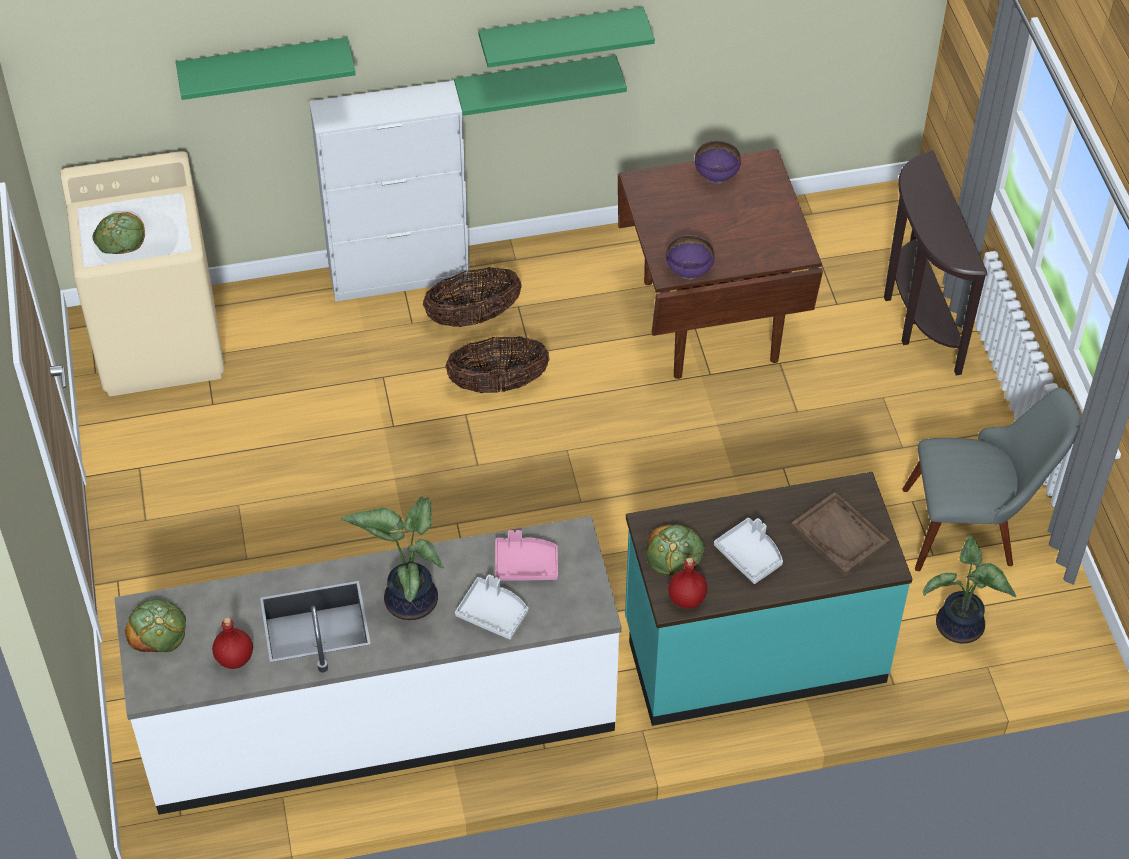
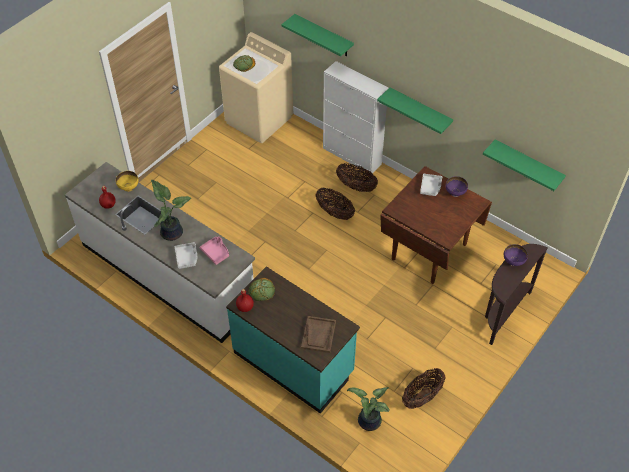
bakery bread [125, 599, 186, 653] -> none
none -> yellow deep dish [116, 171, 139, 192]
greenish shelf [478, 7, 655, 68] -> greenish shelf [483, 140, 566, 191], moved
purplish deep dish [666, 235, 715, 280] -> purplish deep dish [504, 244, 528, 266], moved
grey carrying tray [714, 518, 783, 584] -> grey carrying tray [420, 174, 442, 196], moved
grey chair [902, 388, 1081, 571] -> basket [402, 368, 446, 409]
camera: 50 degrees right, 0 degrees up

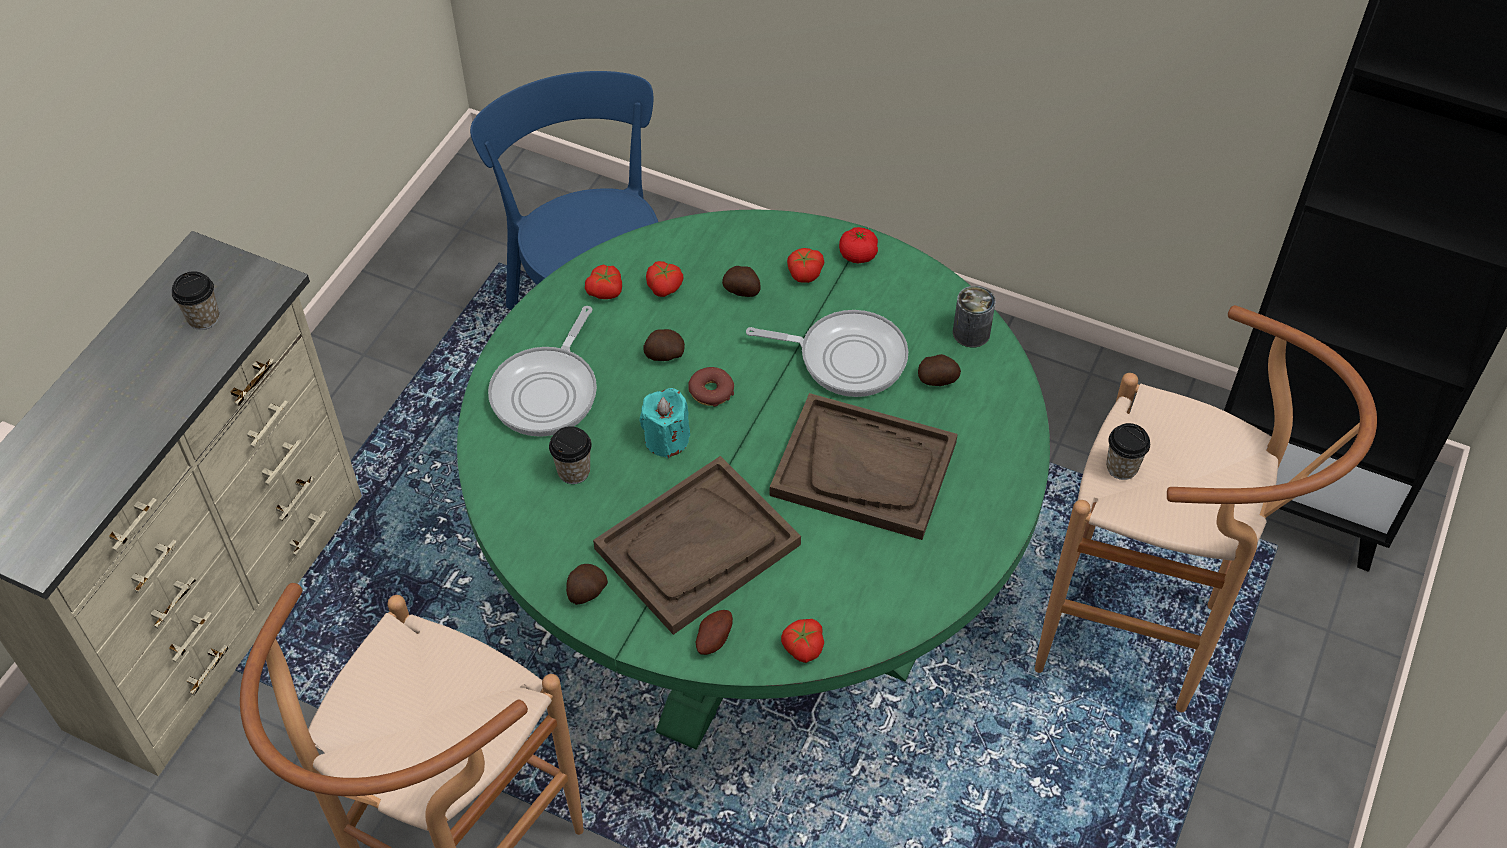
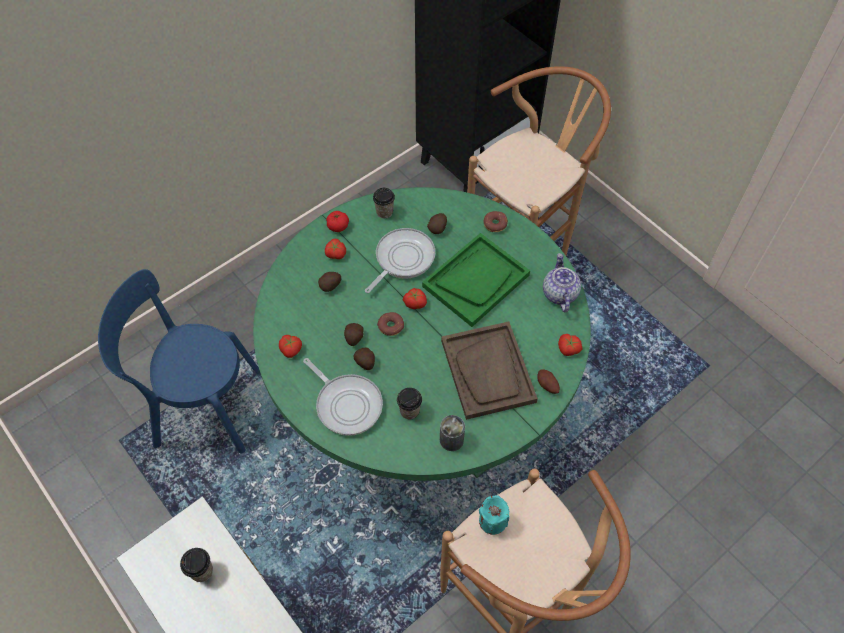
none -> donut [483, 211, 508, 232]
none -> teapot [543, 253, 581, 312]
whole potato [566, 564, 608, 605] -> whole potato [353, 347, 375, 370], moved
turquoise wax light [640, 388, 690, 458] -> turquoise wax light [479, 495, 509, 535], moved
fresh tomato [646, 261, 683, 297] -> fresh tomato [403, 288, 427, 309], moved
metal can [953, 286, 996, 348] -> metal can [440, 415, 465, 451], moved
small cup [1106, 423, 1150, 480] -> small cup [373, 188, 395, 218], moved
brownish carrying tray [770, 393, 958, 540] -> greenish carrying tray [422, 233, 530, 327]
camera: 65 degrees left, 5 degrees up

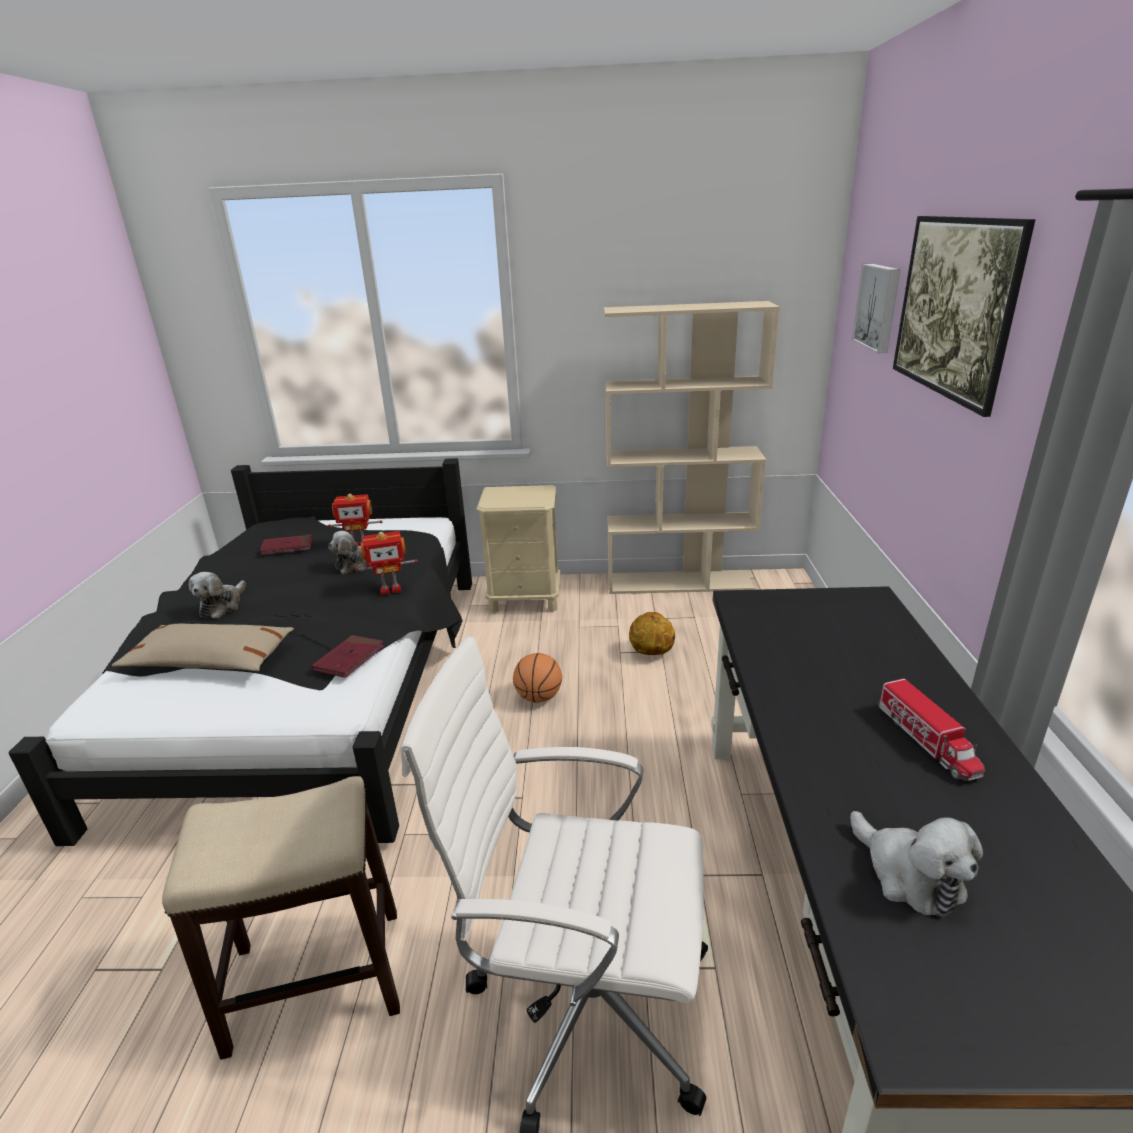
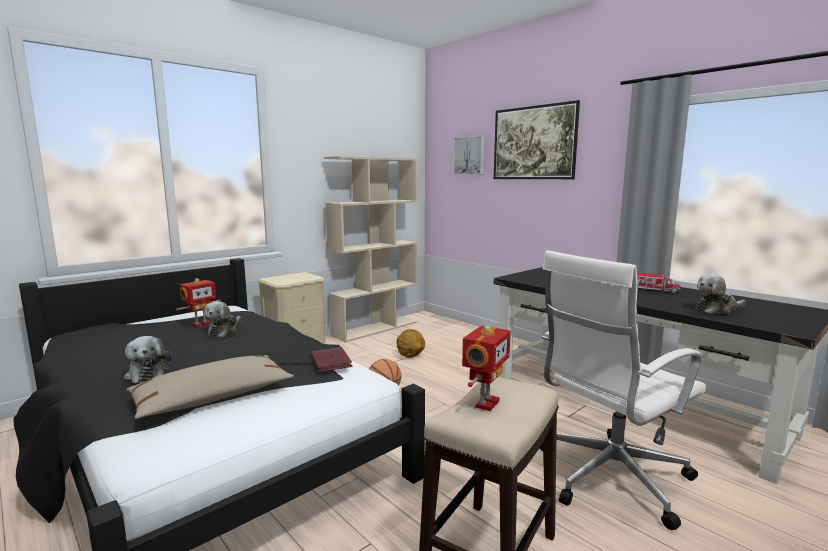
reddish book [260, 534, 312, 555] -> none
robot figure [355, 531, 418, 595] -> robot figure [462, 326, 511, 411], moved
soft toy [850, 811, 983, 918] -> soft toy [696, 274, 746, 314], 150 degrees clockwise
camera: 45 degrees left, 15 degrees down

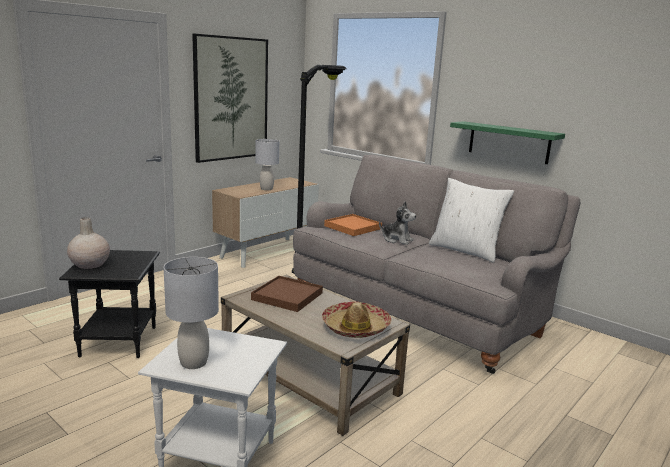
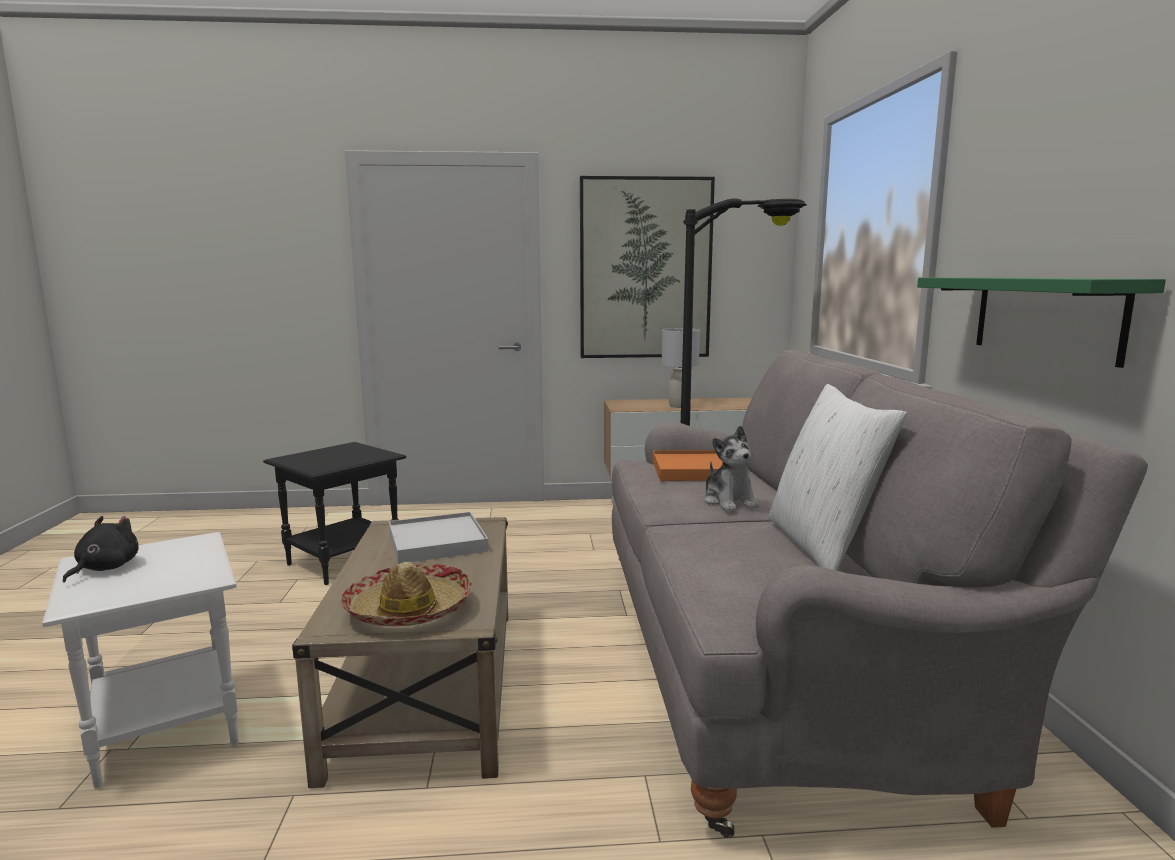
sand-coloured flower vase [67, 217, 110, 269] -> none
grey lamp for a table [164, 257, 219, 369] -> black soft toy [63, 516, 138, 583]
brownish carrying tray [251, 276, 323, 312] -> white-coloured carrying tray [389, 512, 489, 564]
camera: 45 degrees right, 5 degrees down

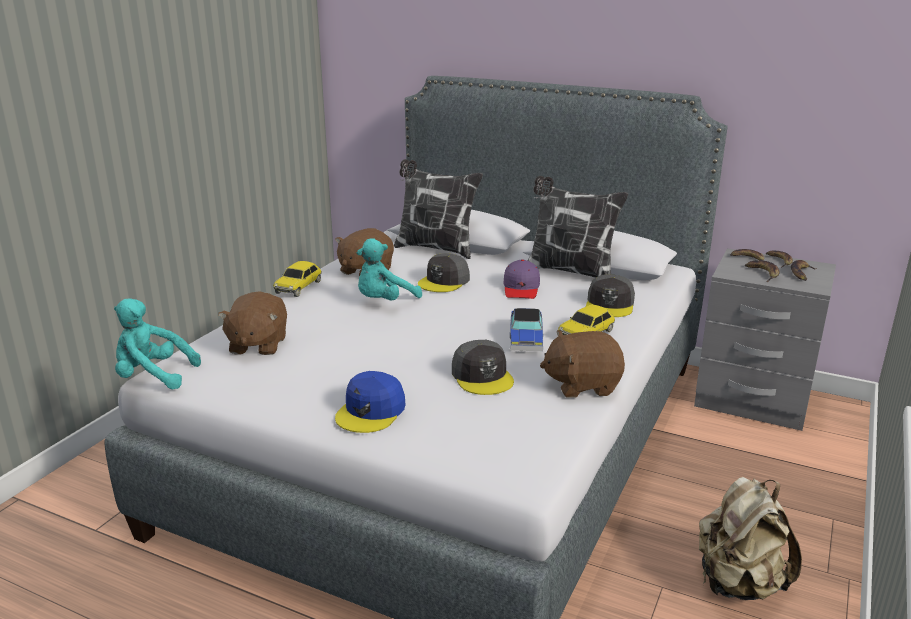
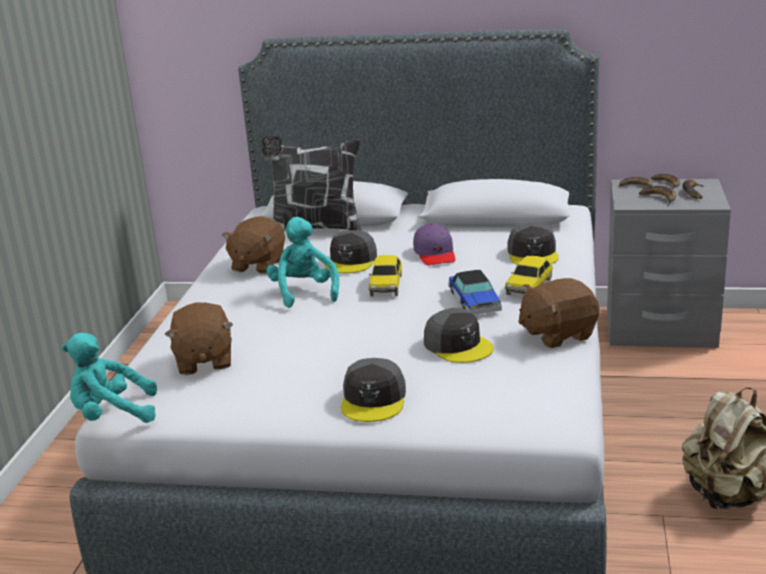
pillow [528, 176, 628, 278] -> none
miniature car [273, 261, 322, 297] -> miniature car [369, 255, 402, 296], moved
blue-coloured peaked cap [335, 371, 406, 433] -> grey peaked cap [341, 358, 406, 422]
turquoise soft toy [357, 238, 422, 300] -> turquoise soft toy [266, 217, 339, 308], 135 degrees clockwise
camera: 15 degrees left, 0 degrees up

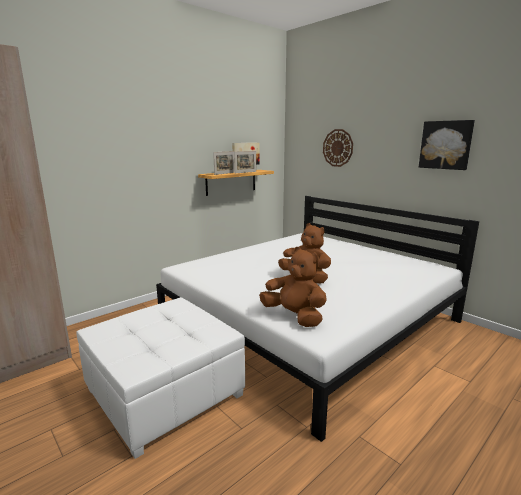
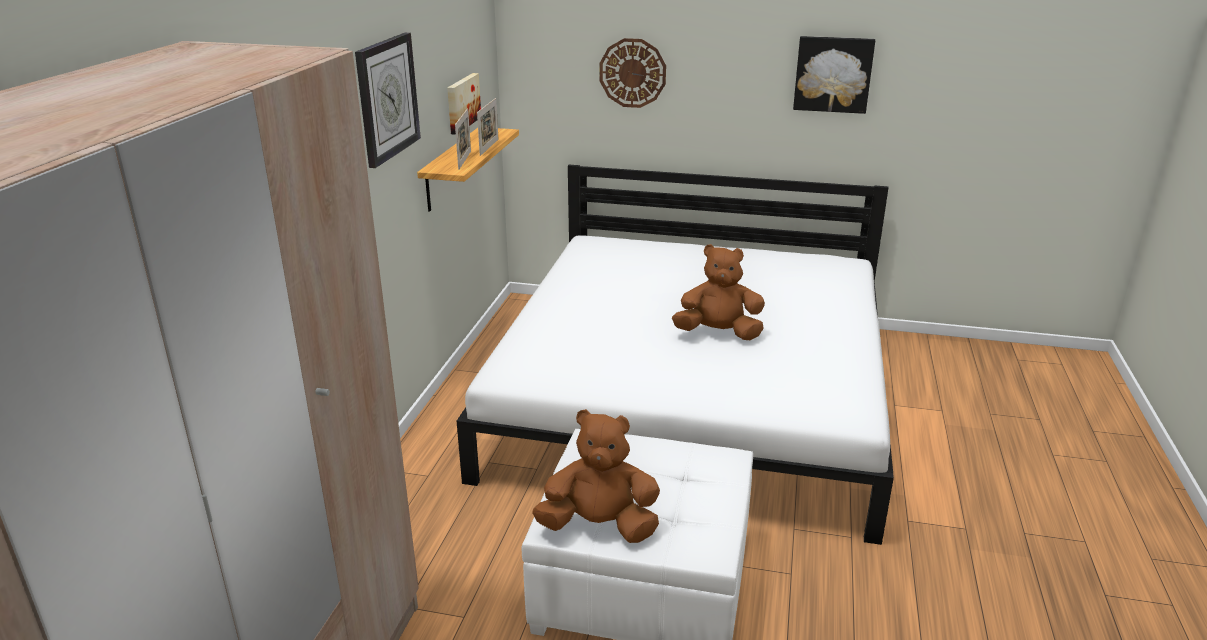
none -> hanging clock [355, 33, 421, 168]
brownish soft toy [259, 247, 327, 327] -> brownish soft toy [532, 409, 660, 543], moved
camera: 35 degrees left, 10 degrees up

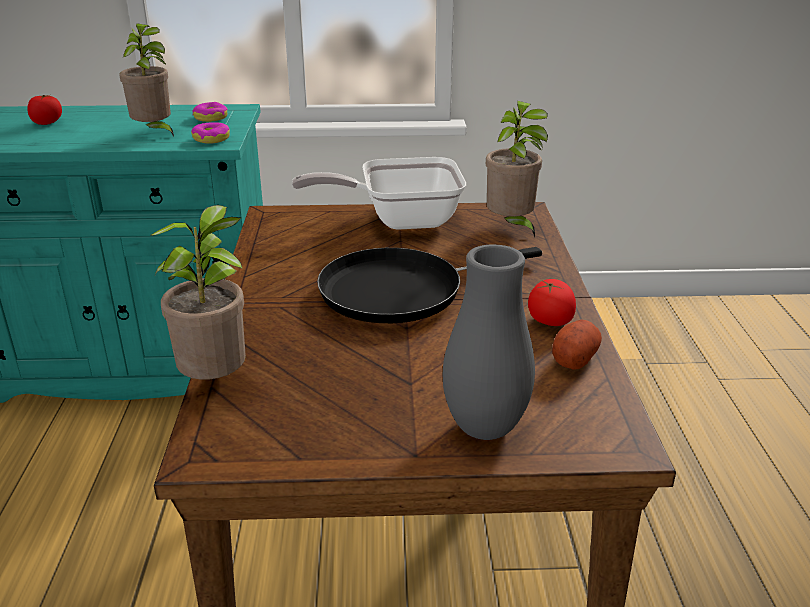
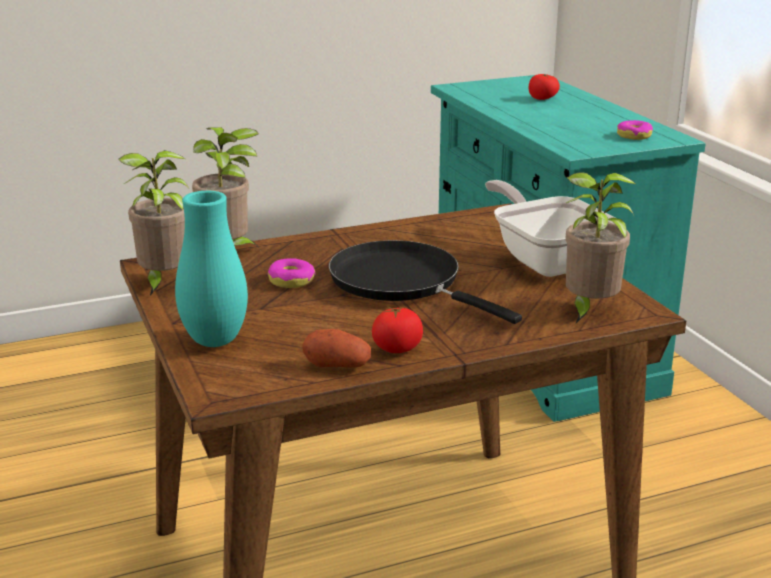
potted plant [119, 23, 174, 137] -> potted plant [119, 150, 189, 296], moved
donut [191, 122, 230, 144] -> donut [268, 258, 316, 288], moved
grey flower vase [443, 244, 535, 440] -> turquoise flower vase [175, 191, 248, 347]
camera: 70 degrees right, 5 degrees down

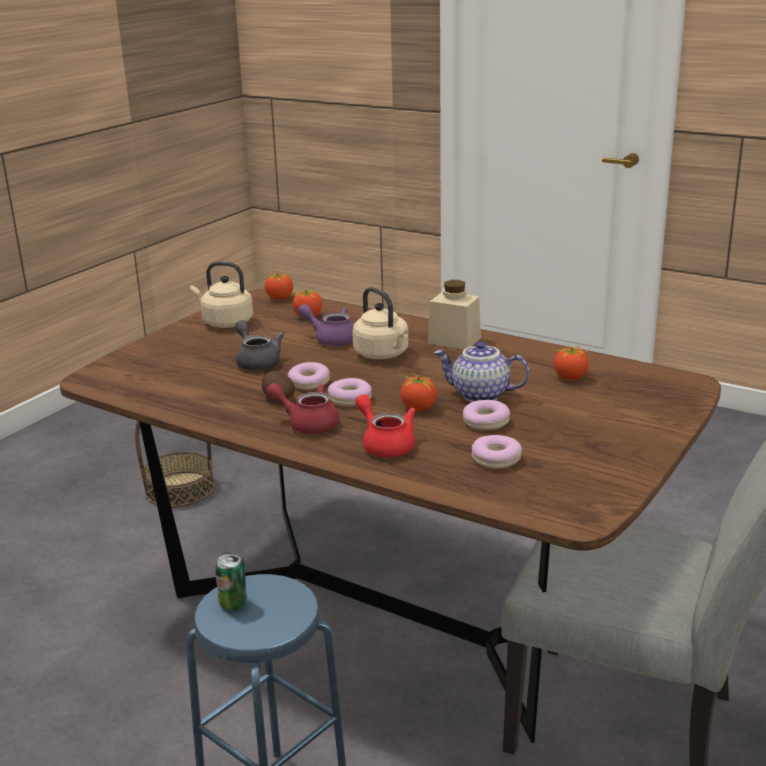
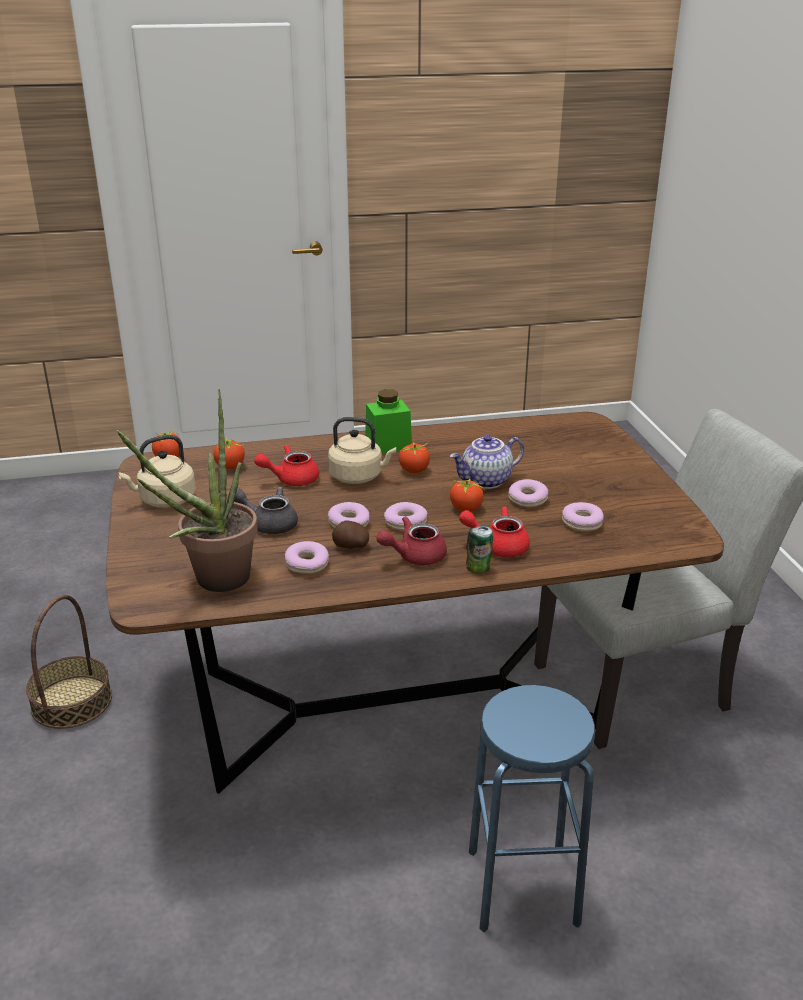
none -> potted plant [117, 389, 258, 592]
none -> donut [285, 541, 329, 574]
metal can [215, 553, 247, 610] -> metal can [466, 526, 493, 574], moved
fresh tomato [553, 346, 591, 380] -> fresh tomato [399, 440, 432, 473], moved
purplish teapot [298, 304, 354, 346] -> reddish teapot [254, 445, 319, 486]
sand-coloured storage jar [428, 280, 481, 350] -> greenish storage jar [365, 389, 412, 453]
camera: 45 degrees left, 5 degrees up

